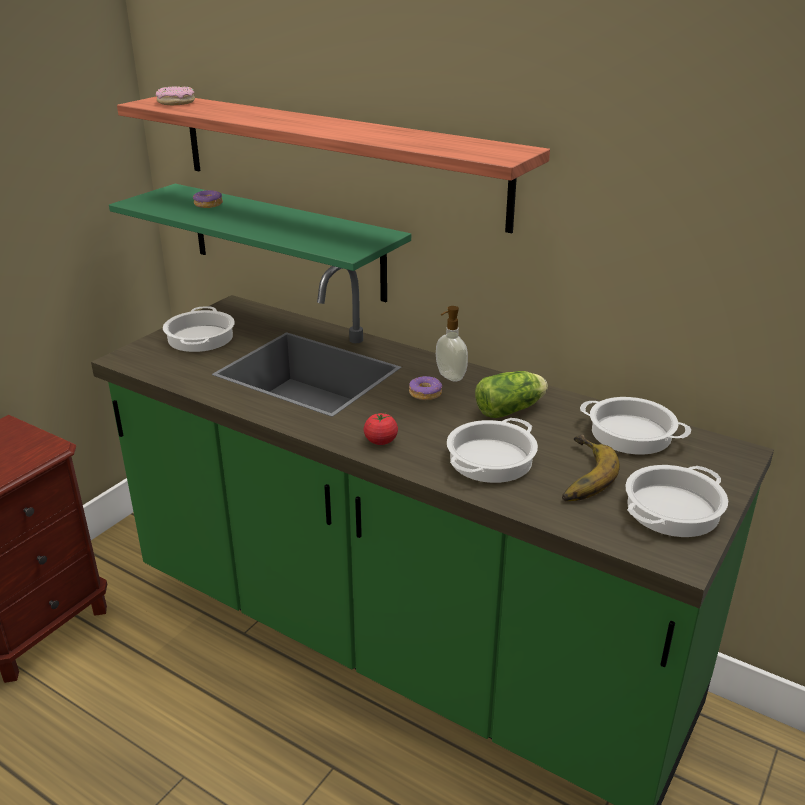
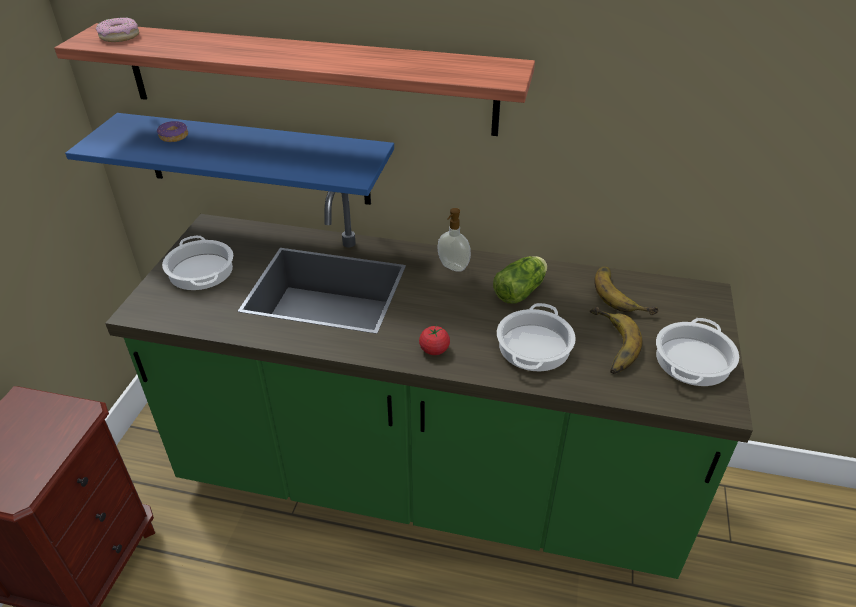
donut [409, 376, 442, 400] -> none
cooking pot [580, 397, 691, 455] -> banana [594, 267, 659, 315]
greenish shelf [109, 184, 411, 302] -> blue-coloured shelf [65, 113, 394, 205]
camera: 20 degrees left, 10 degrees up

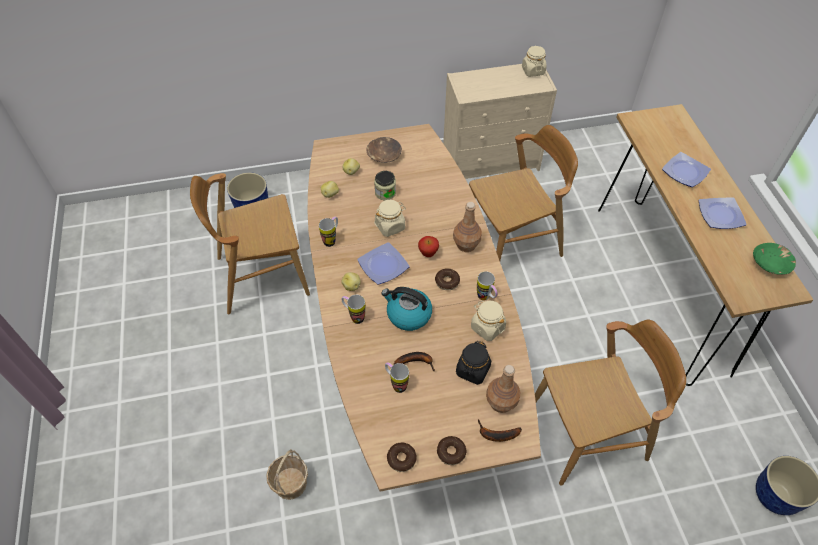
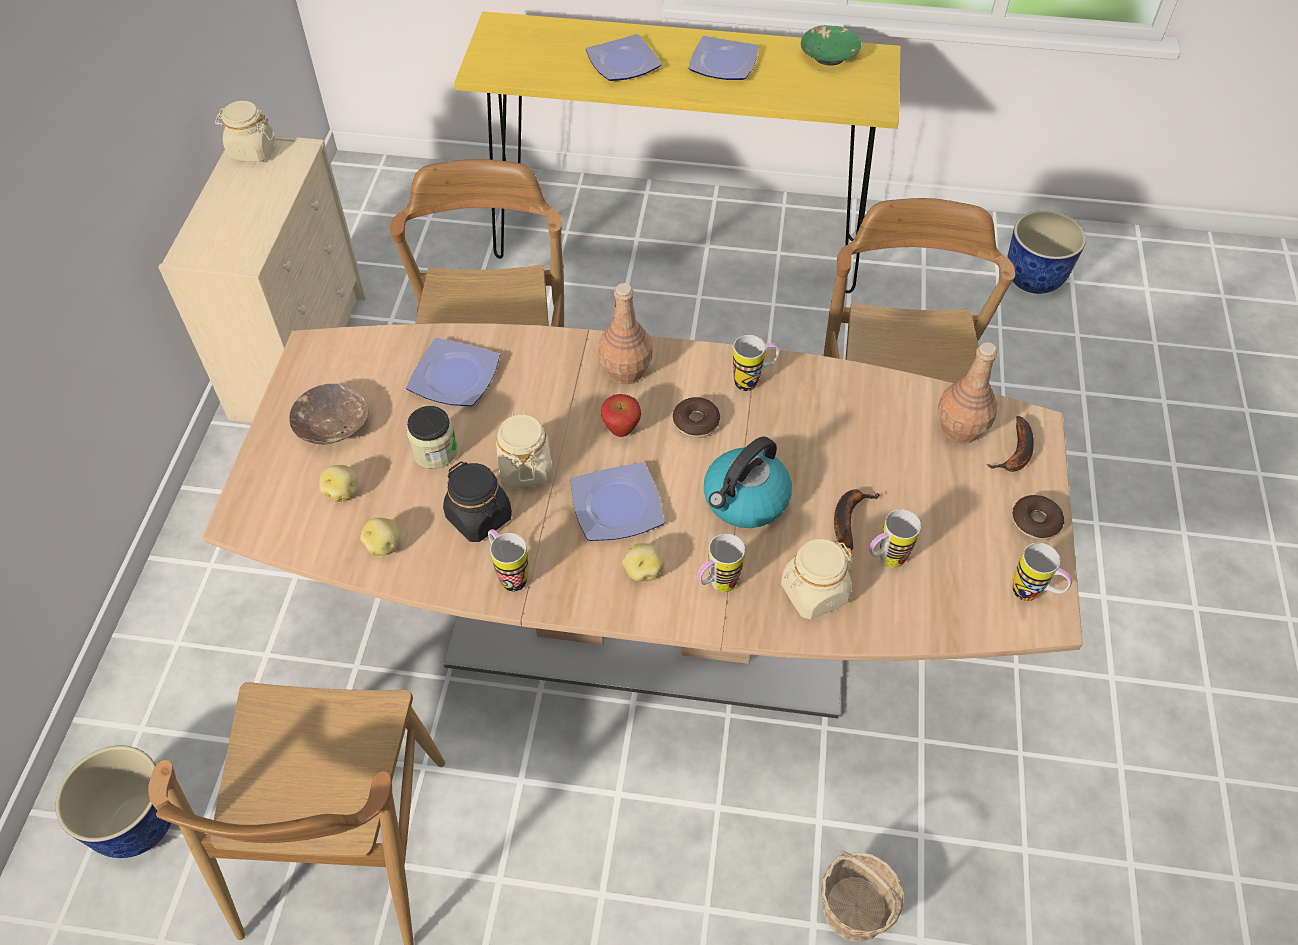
none -> dinner plate [406, 338, 500, 406]
black storage jar [456, 341, 491, 385] -> black storage jar [443, 462, 512, 542], moved
sand-coloured storage jar [471, 301, 506, 341] -> sand-coloured storage jar [781, 538, 854, 619], moved
donut [387, 443, 417, 472] -> tea mug [1013, 543, 1072, 601]
brownish console table [598, 104, 813, 386] -> yellow console table [454, 11, 901, 293]
camera: 70 degrees left, 0 degrees up

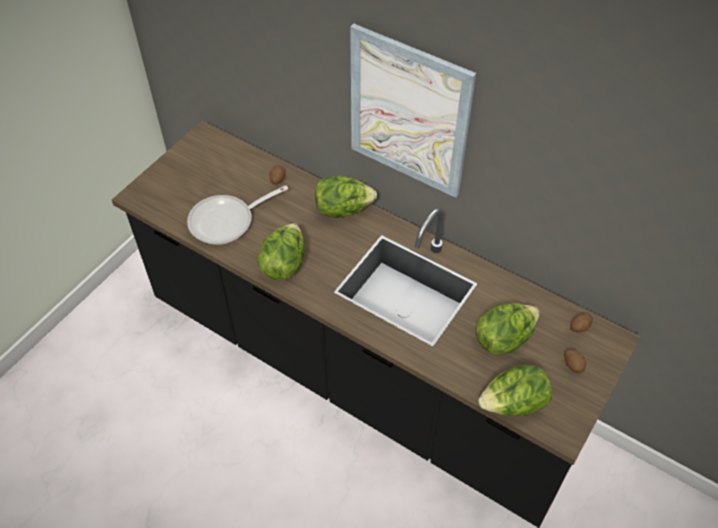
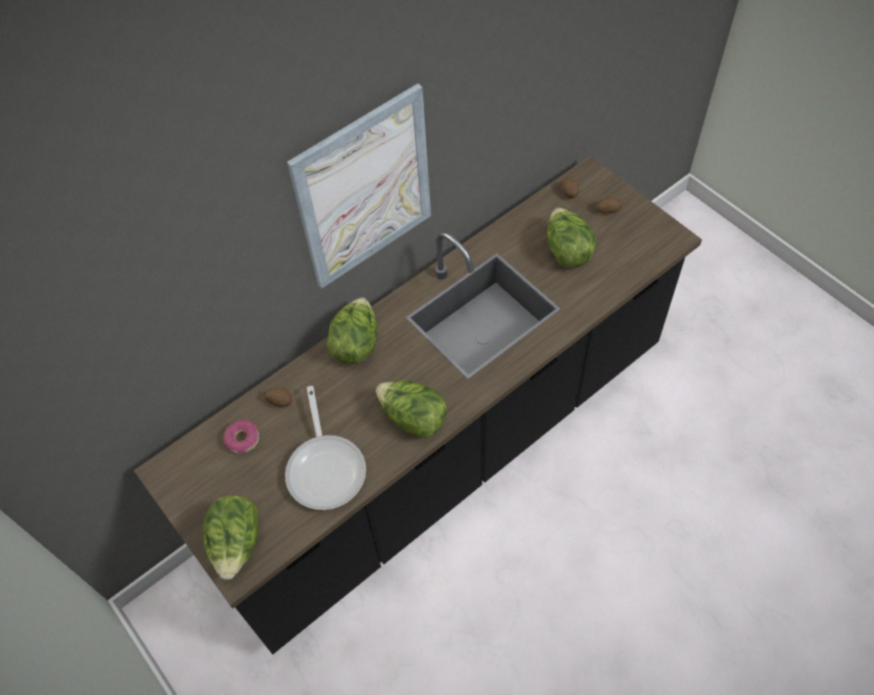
none -> donut [223, 420, 259, 453]
lettuce [478, 365, 552, 416] -> lettuce [203, 496, 259, 580], moved
camera: 70 degrees left, 5 degrees up

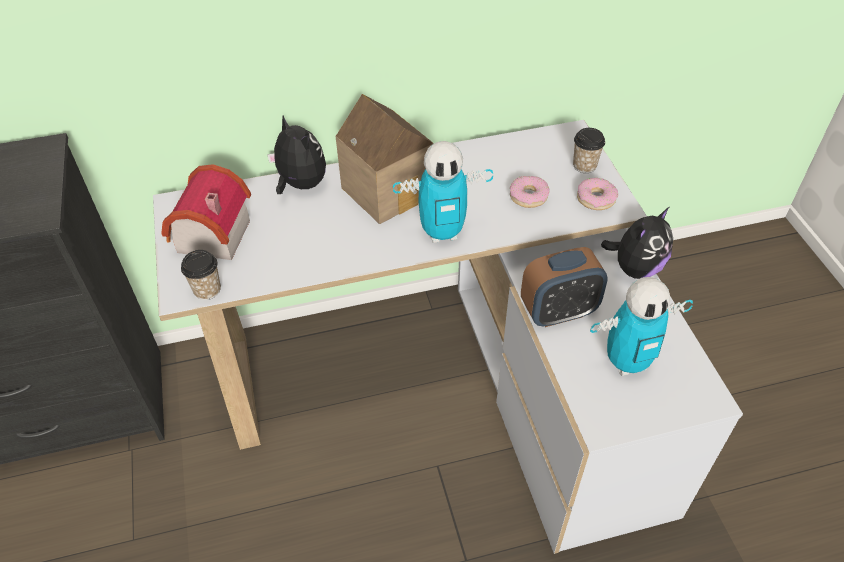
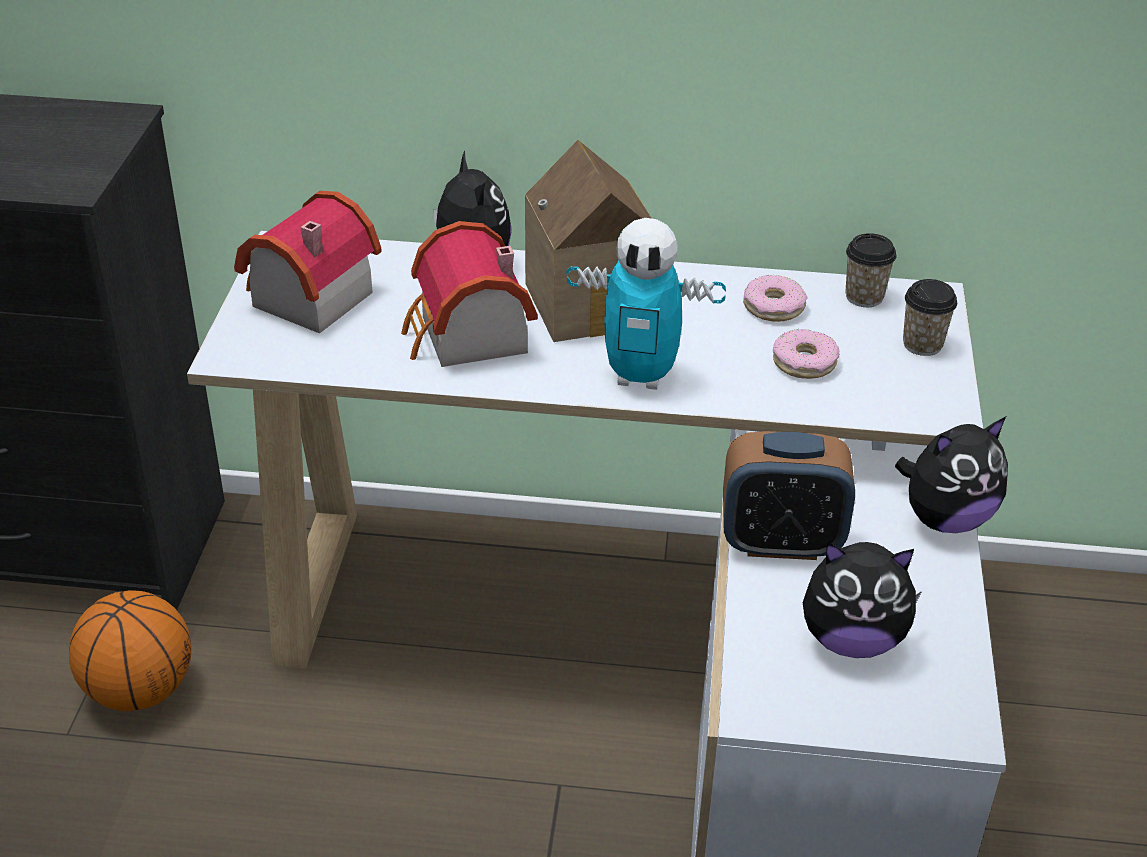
none -> ball for basketball [69, 590, 191, 711]
none -> model house [401, 221, 538, 367]
small cup [181, 250, 221, 300] -> small cup [845, 233, 896, 307], moved
donut [577, 178, 618, 210] -> donut [743, 275, 807, 322], moved
robot figure [590, 277, 693, 376] -> soft toy [803, 542, 922, 658]
camera: 20 degrees right, 10 degrees down

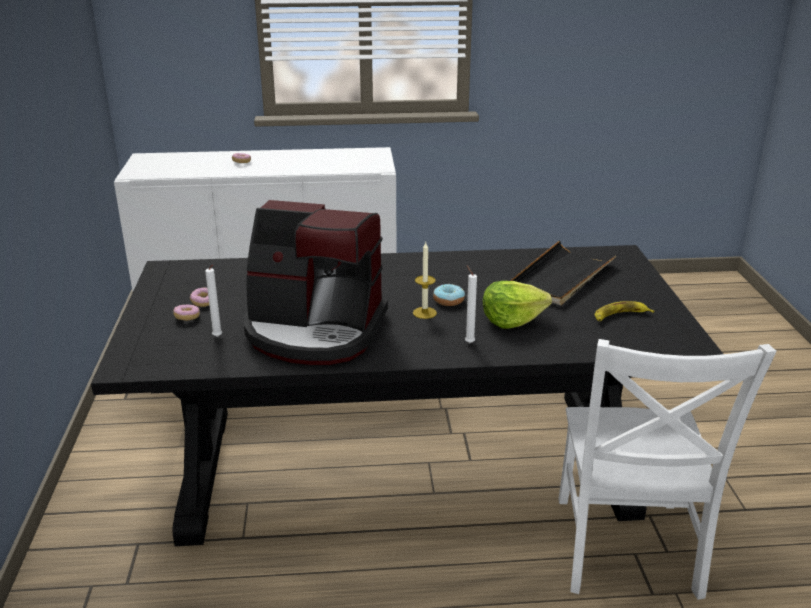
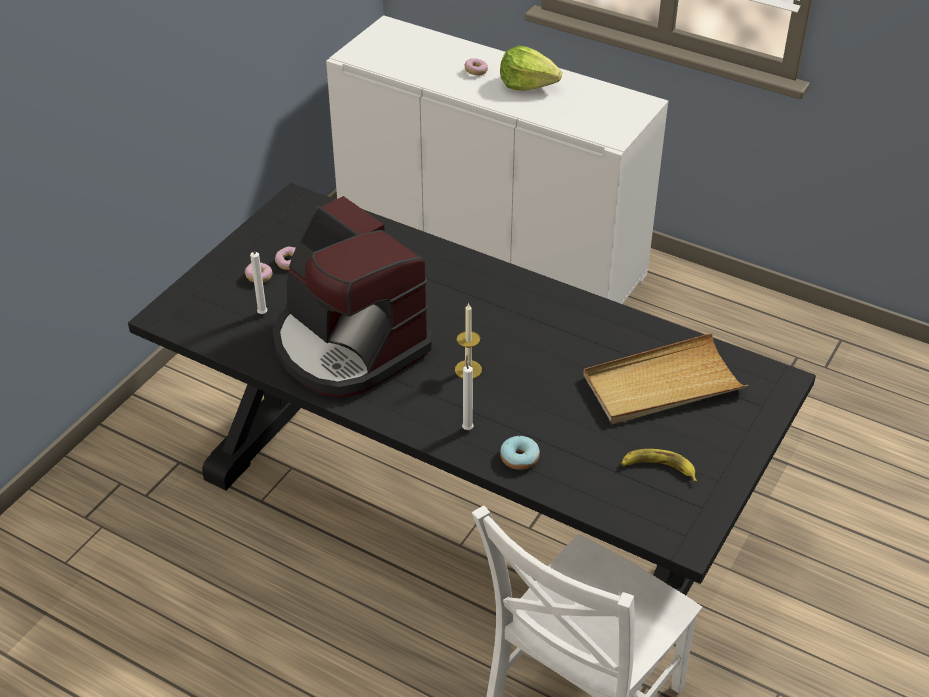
donut [433, 284, 465, 306] -> donut [500, 435, 540, 470], moved
lettuce [483, 281, 552, 329] -> lettuce [500, 46, 562, 91], moved
black carrying tray [510, 241, 617, 305] -> sand-coloured carrying tray [583, 333, 749, 424]
camera: 35 degrees right, 15 degrees up

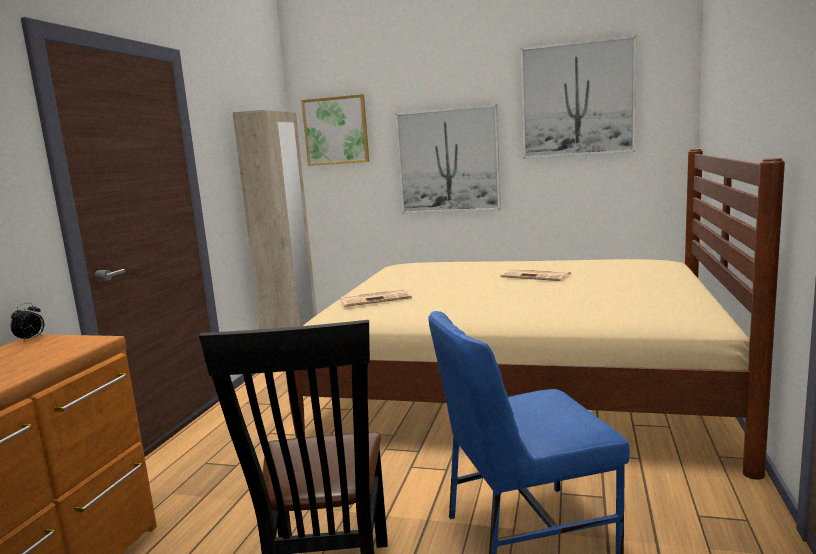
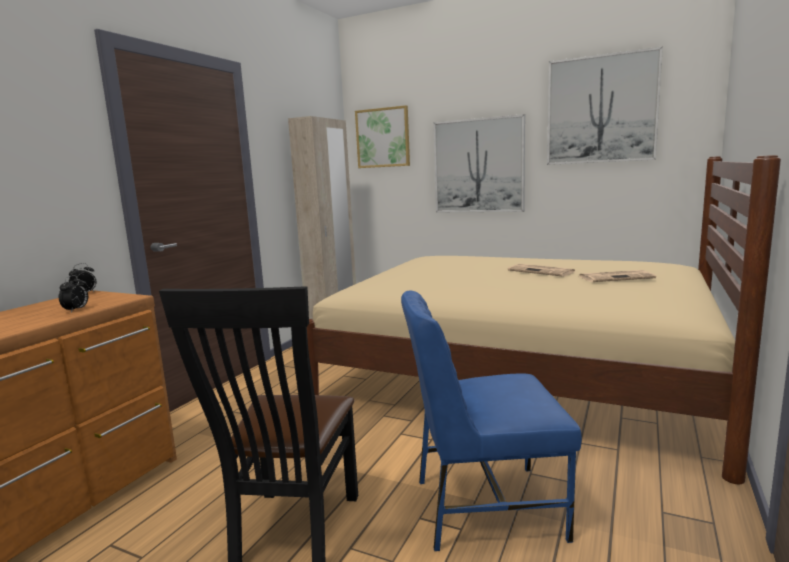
none -> table clock [59, 275, 88, 313]
daily paper [339, 289, 412, 307] -> daily paper [579, 270, 656, 282], moved
camera: 10 degrees right, 0 degrees up

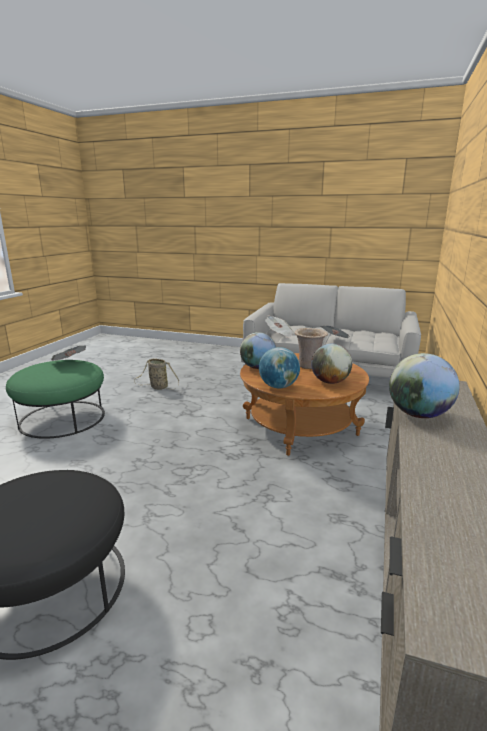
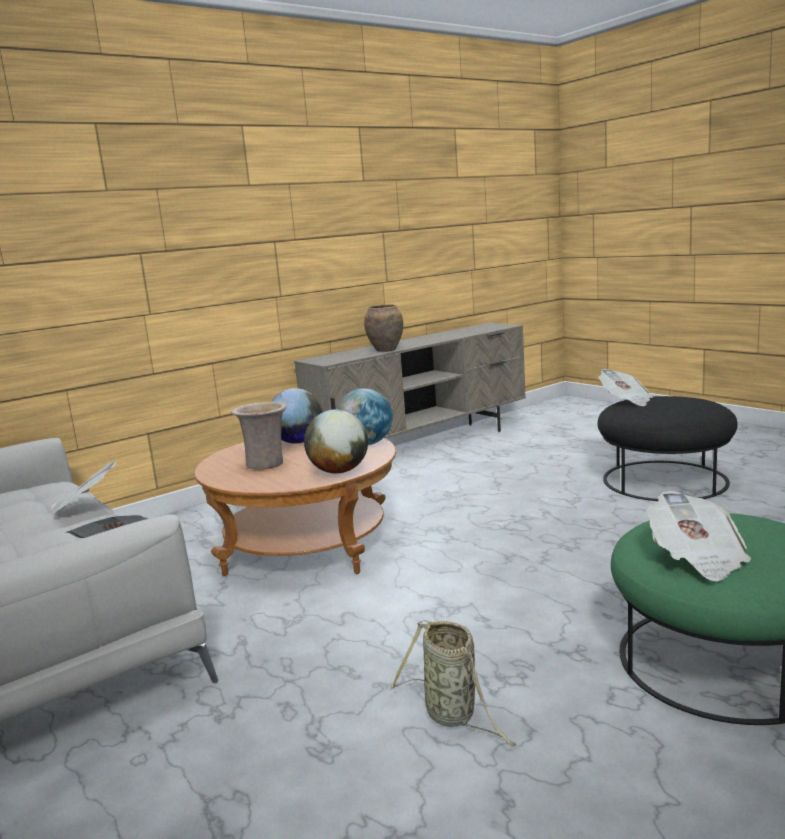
none -> daily paper [599, 369, 653, 406]
world globe [389, 353, 460, 418] -> brownish flower vase [364, 304, 403, 352]
camera: 145 degrees left, 5 degrees down

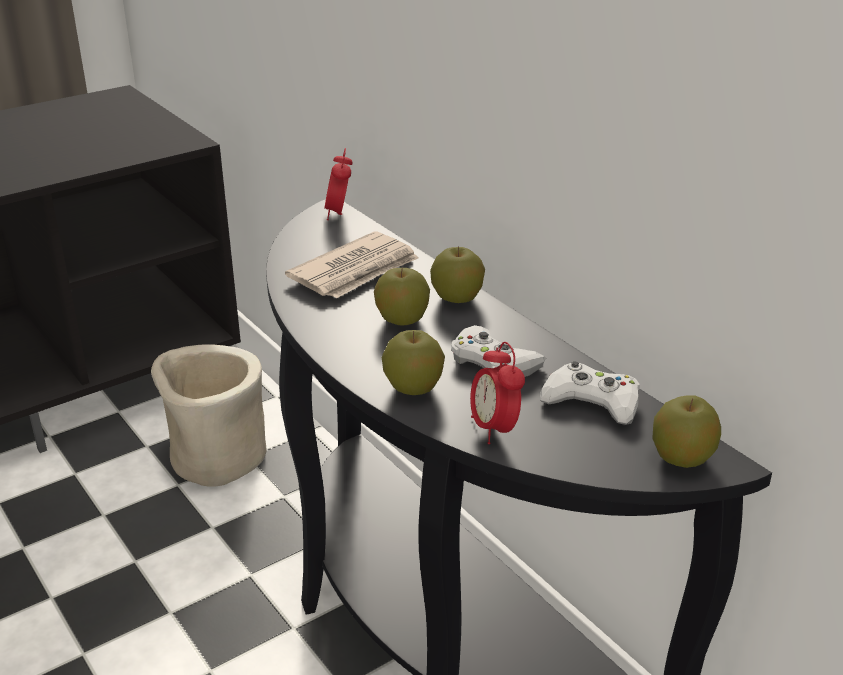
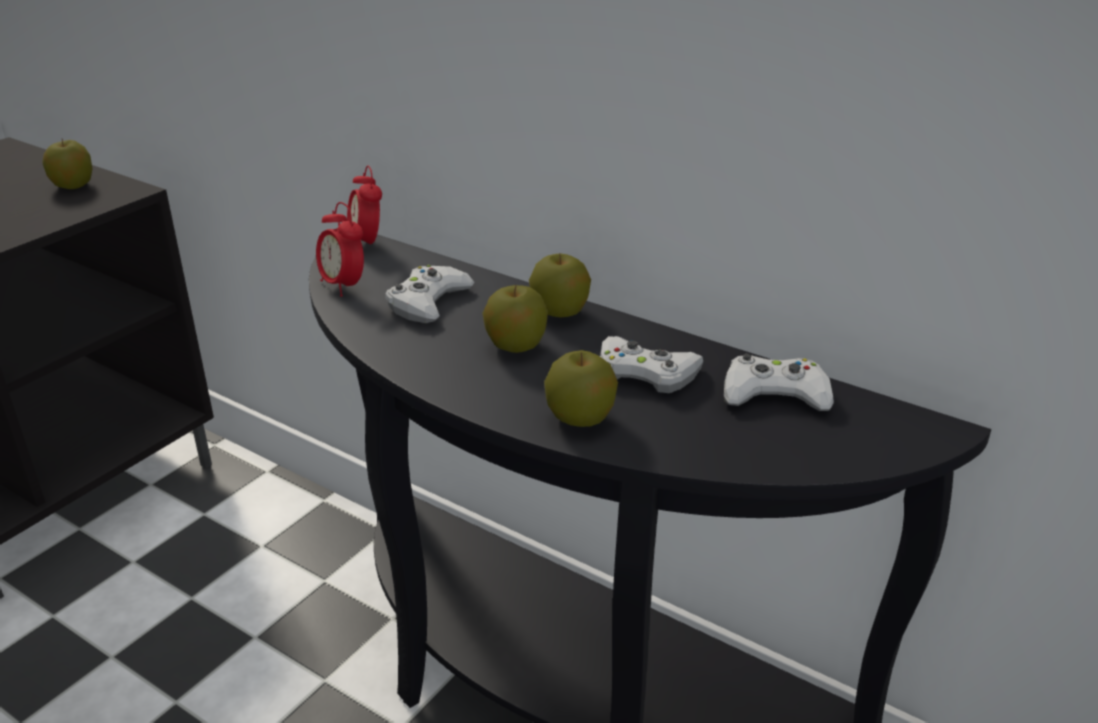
sand-coloured plant pot [151, 344, 267, 487] -> none
table clock [470, 342, 525, 444] -> table clock [316, 202, 364, 296], moved
whole apple [652, 395, 721, 468] -> whole apple [42, 139, 93, 189], moved
daily paper [285, 232, 418, 299] -> white-coloured game controller [385, 265, 475, 323]
camera: 20 degrees left, 0 degrees up

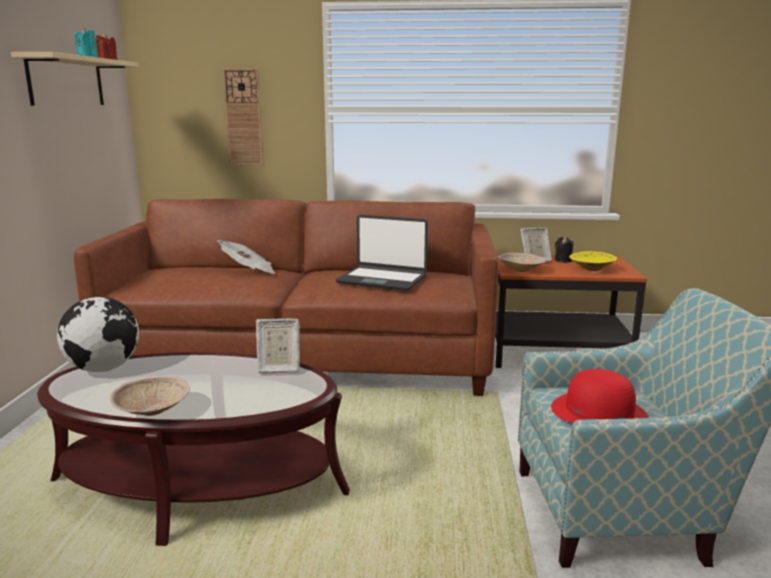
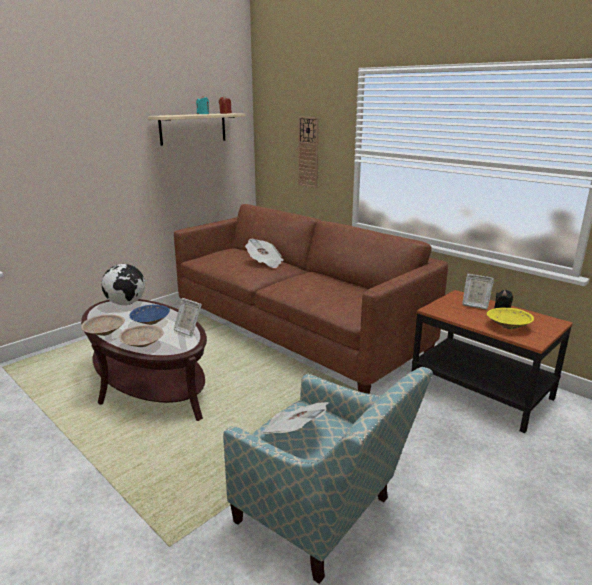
notebook computer [336, 215, 428, 291] -> none
none -> blue-coloured deep dish [129, 305, 170, 325]
sand-coloured deep dish [498, 253, 546, 272] -> sand-coloured deep dish [119, 325, 163, 347], moved
reddish wearable hat [551, 369, 649, 423] -> daily paper [260, 402, 329, 434]
camera: 40 degrees right, 5 degrees up

